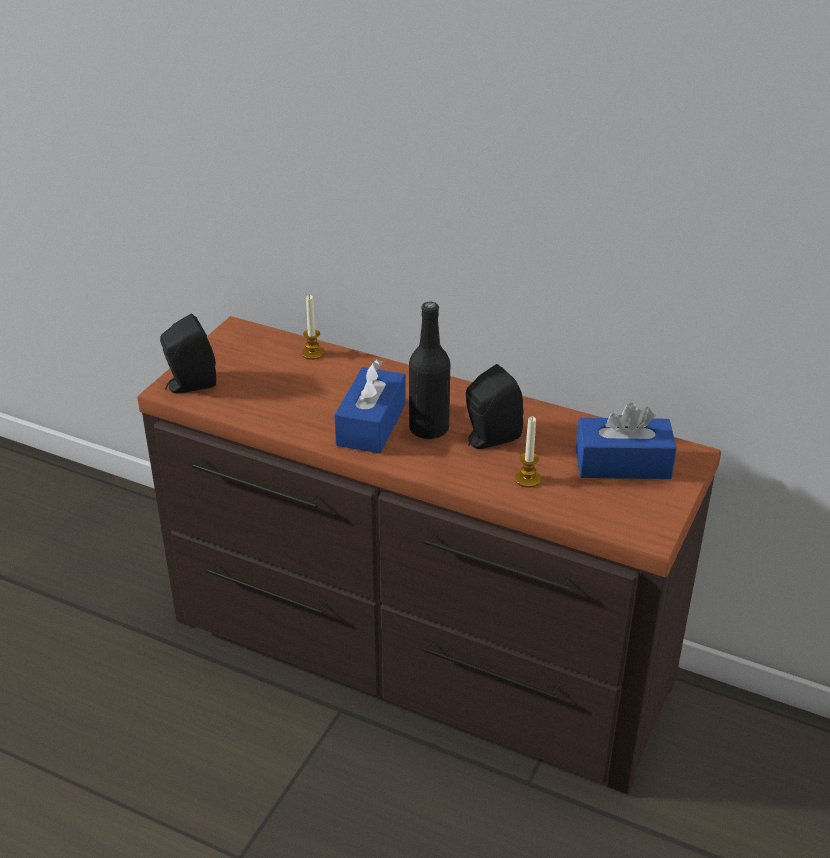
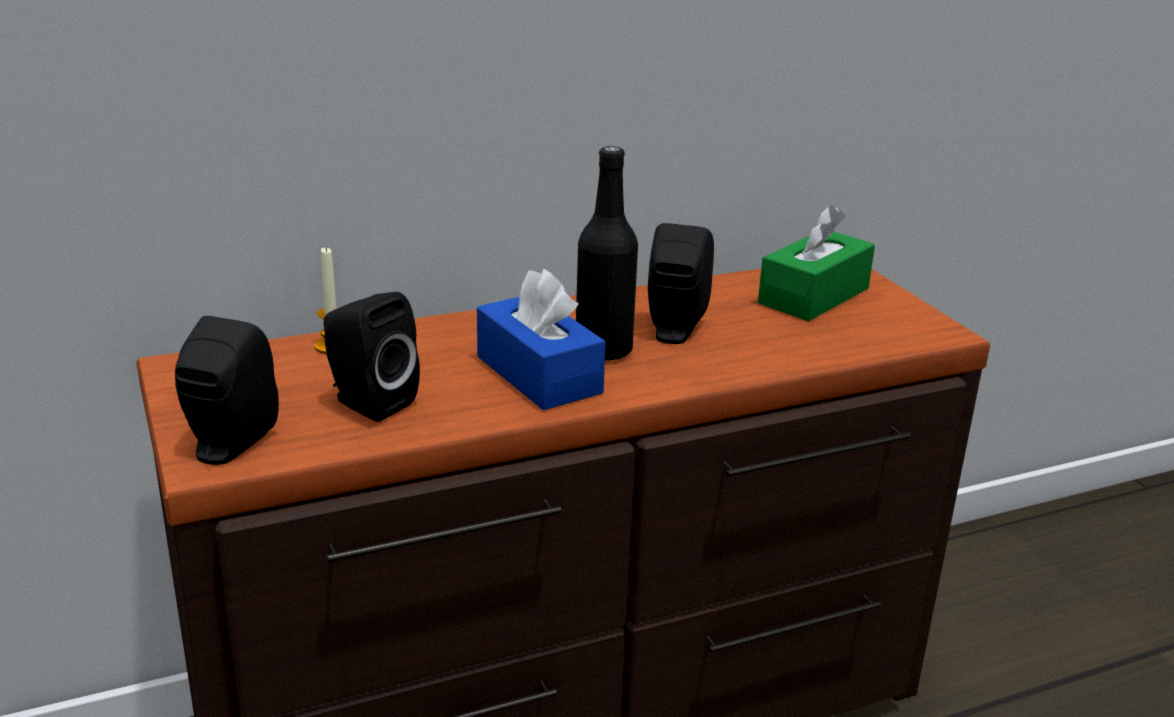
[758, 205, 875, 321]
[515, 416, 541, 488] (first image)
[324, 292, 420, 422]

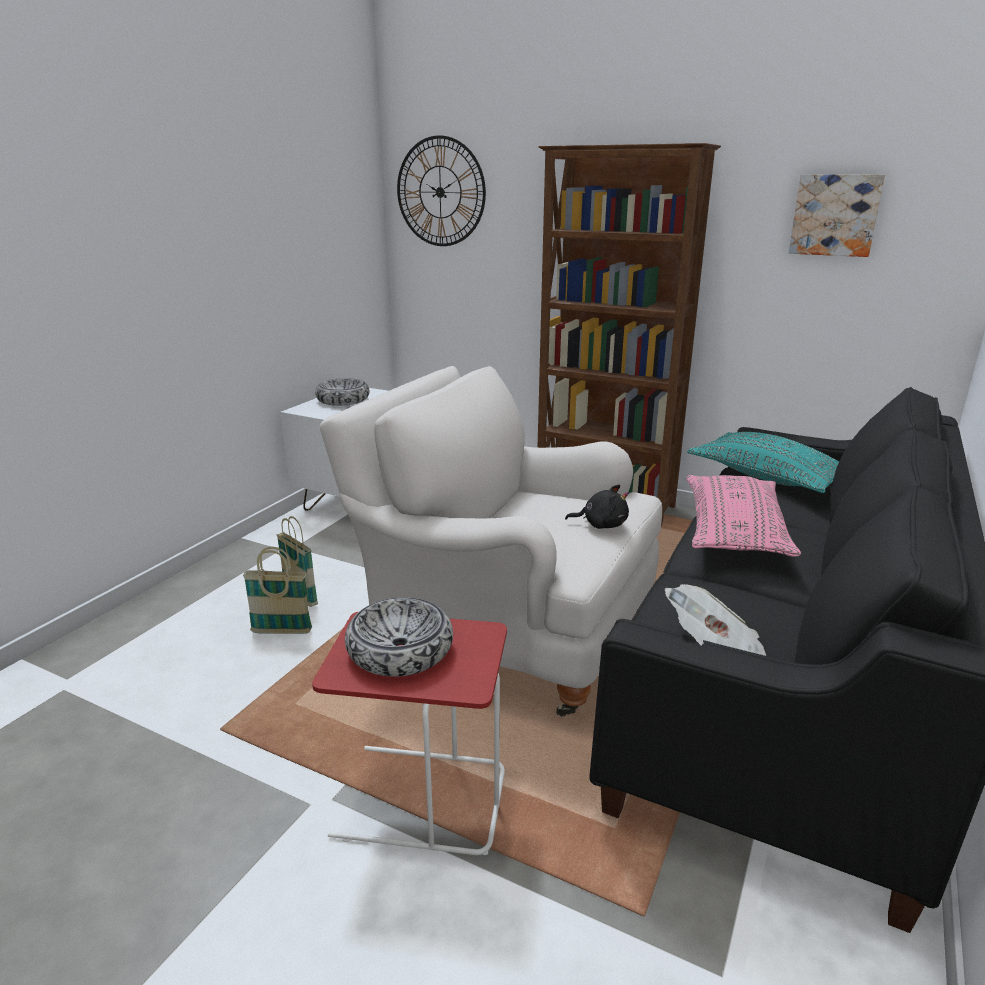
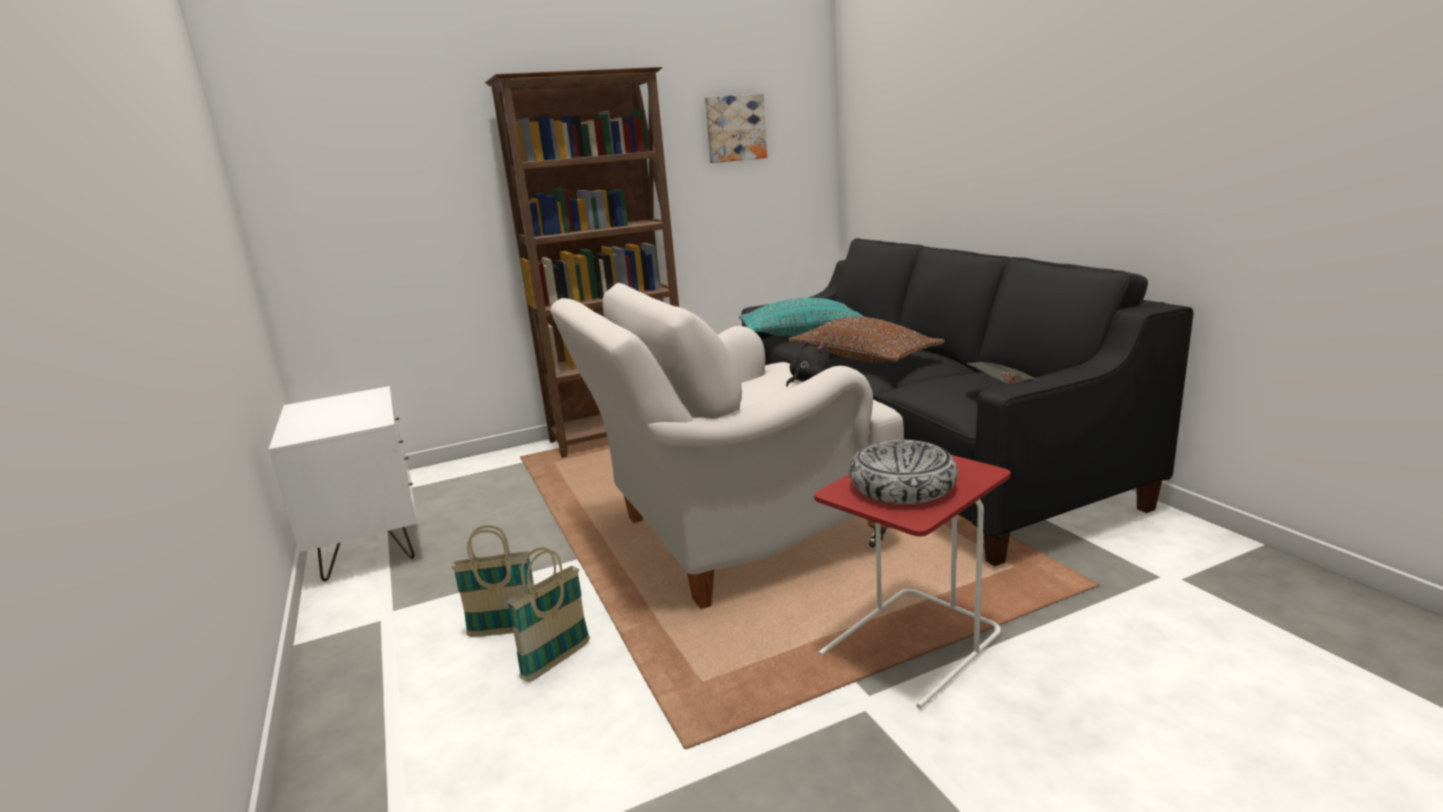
[397, 135, 486, 246] (first image)
[315, 378, 370, 406] (first image)
[788, 317, 945, 363]

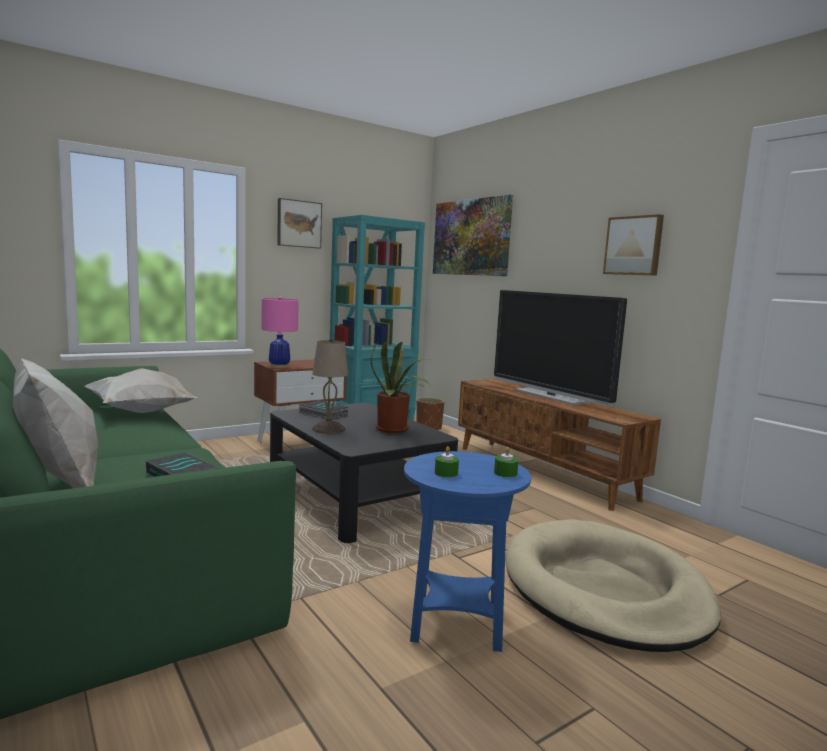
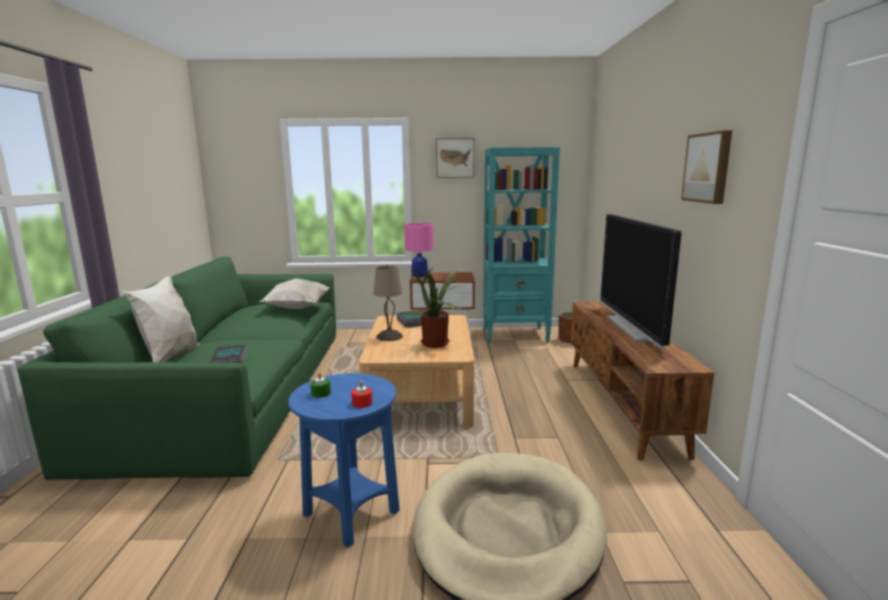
[433, 195, 513, 276] (first image)
[359, 315, 474, 428]
[352, 381, 372, 408]

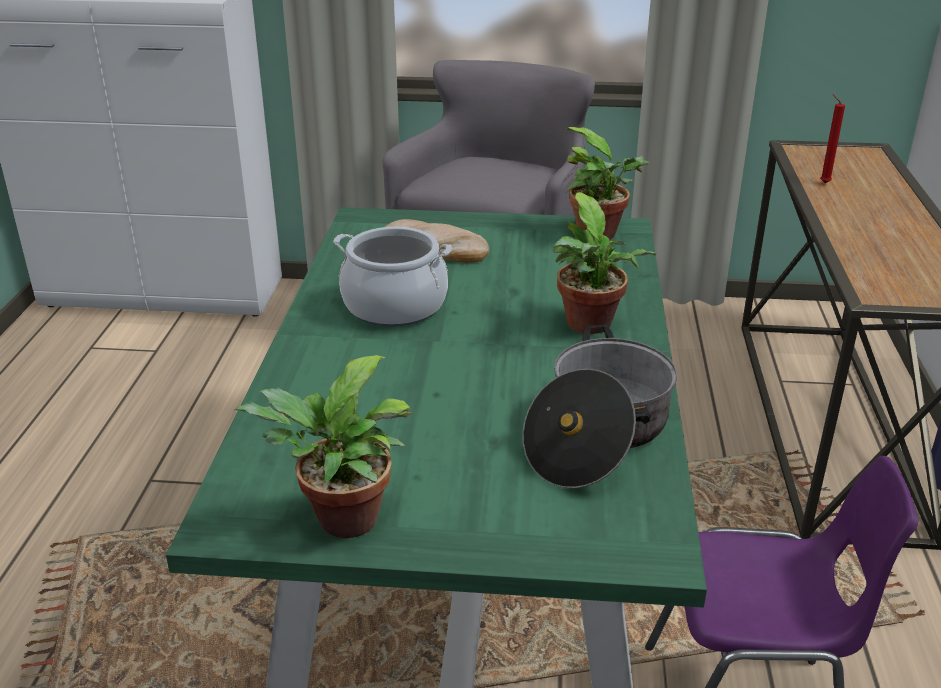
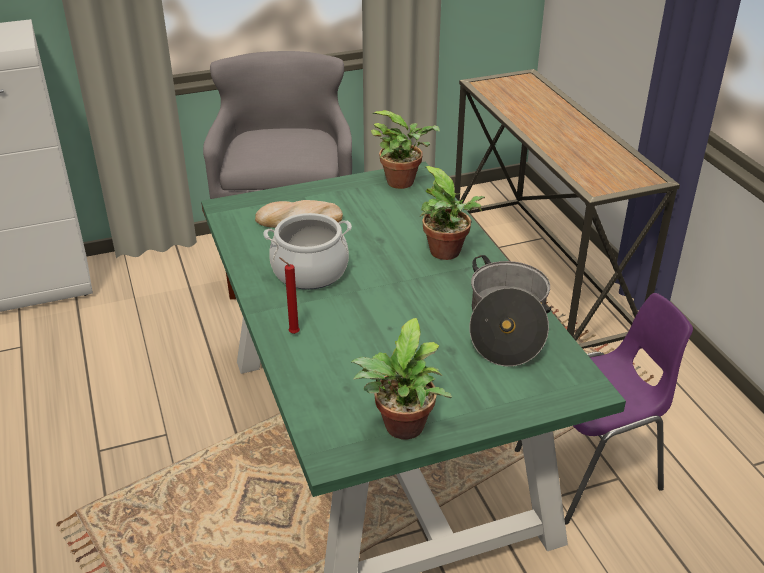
[279, 257, 300, 334]

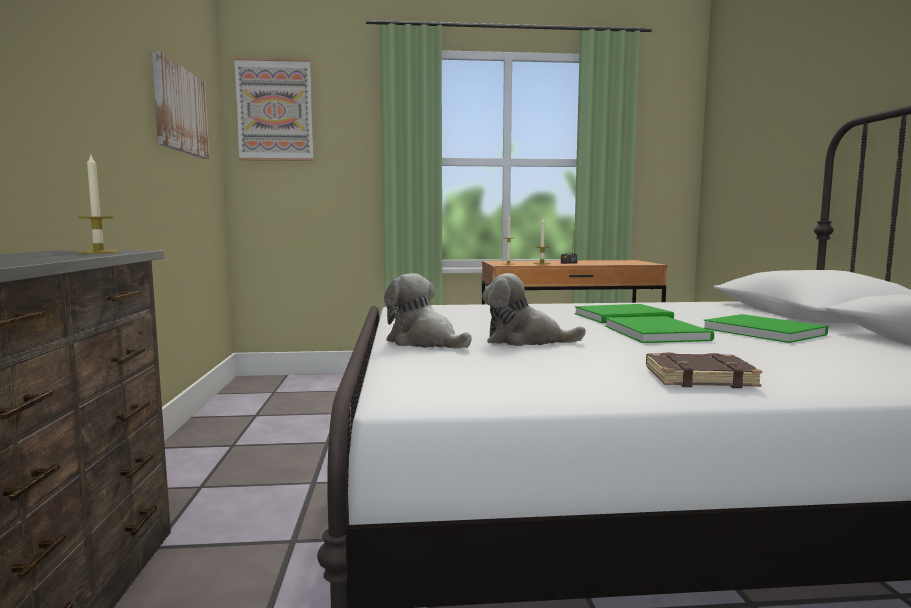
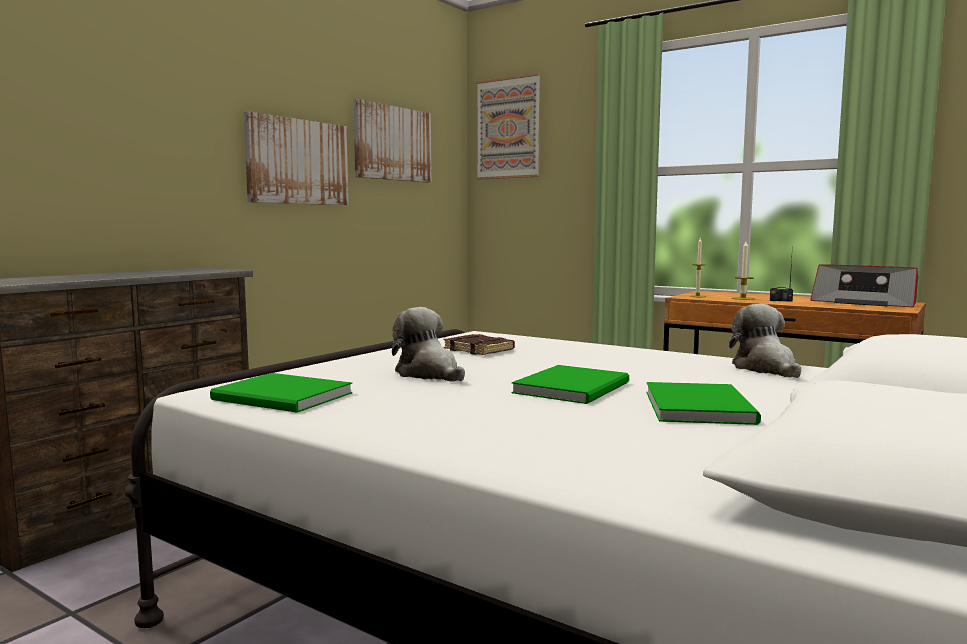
[78, 155, 120, 253] (first image)
[729, 304, 801, 378]
[210, 373, 352, 413]
[443, 334, 515, 355]
[244, 111, 349, 205]
[810, 264, 918, 308]

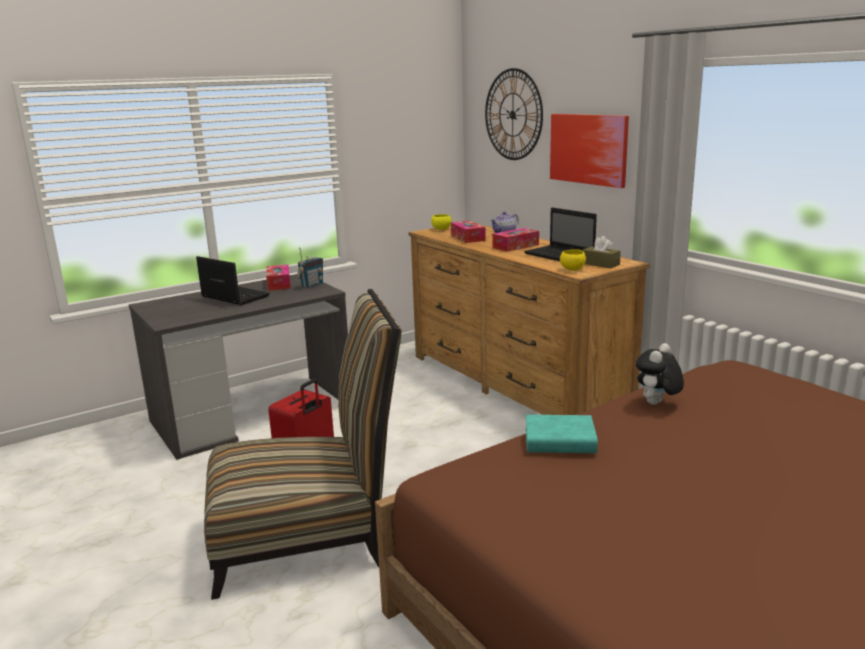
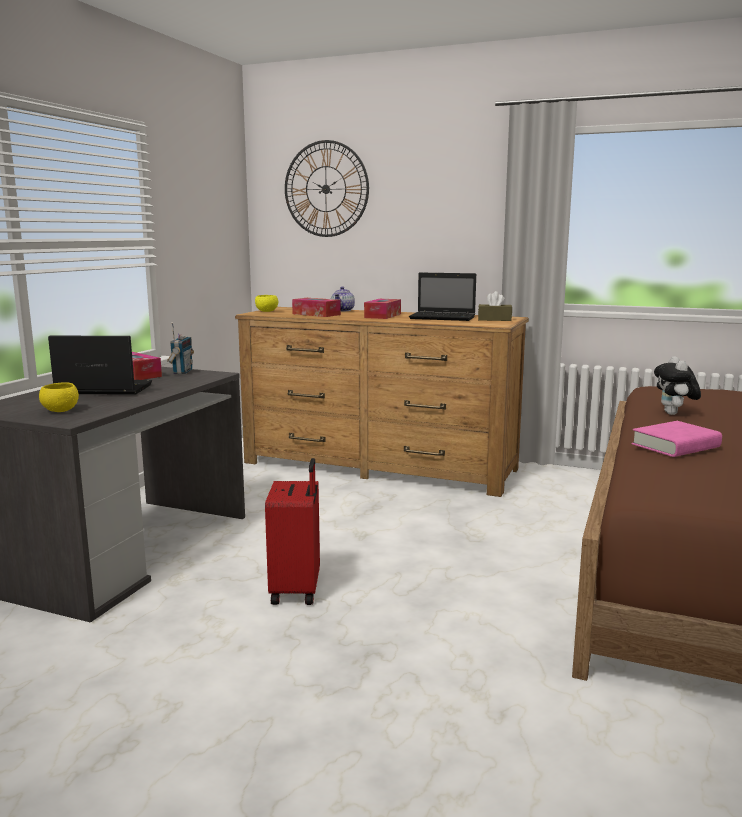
[550, 114, 629, 188] (first image)
[39, 382, 79, 412]
[204, 289, 402, 600] (first image)
[632, 421, 722, 457]

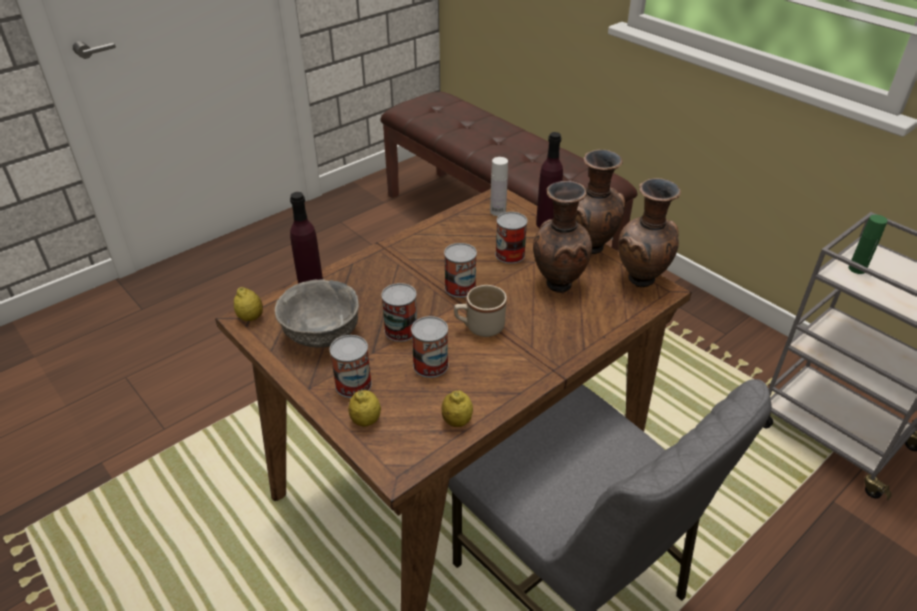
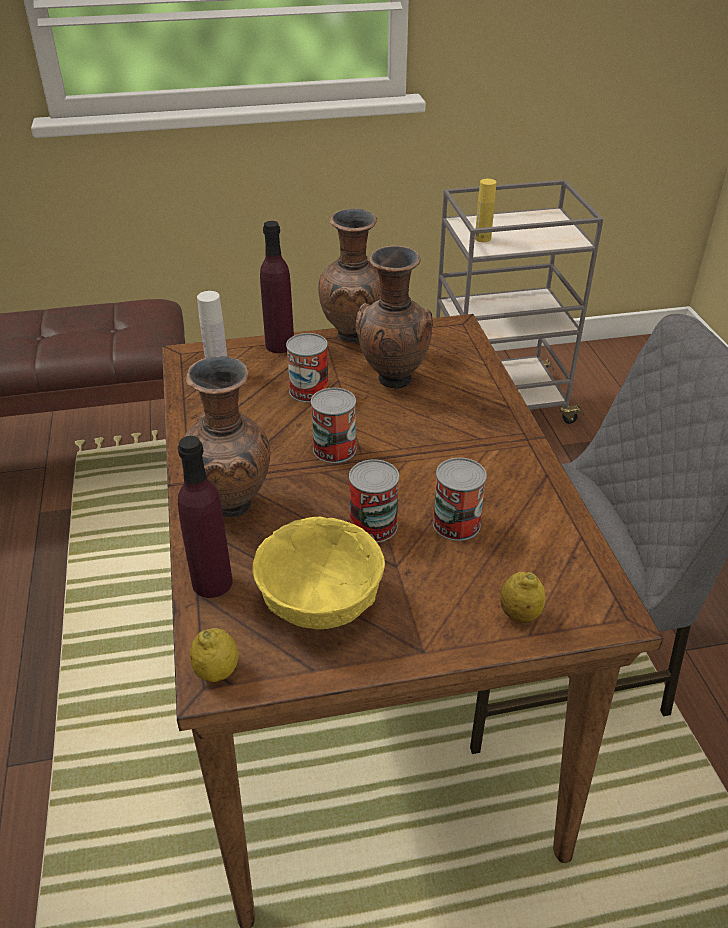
[181, 356, 270, 518]
[475, 179, 496, 242]
[252, 517, 385, 630]
[454, 285, 507, 337] (first image)
[330, 335, 372, 398] (first image)
[441, 390, 473, 427] (first image)

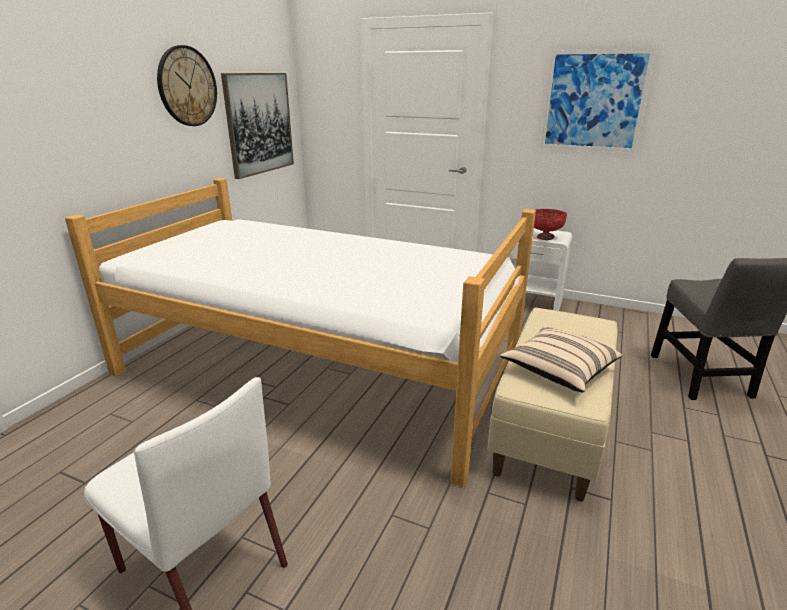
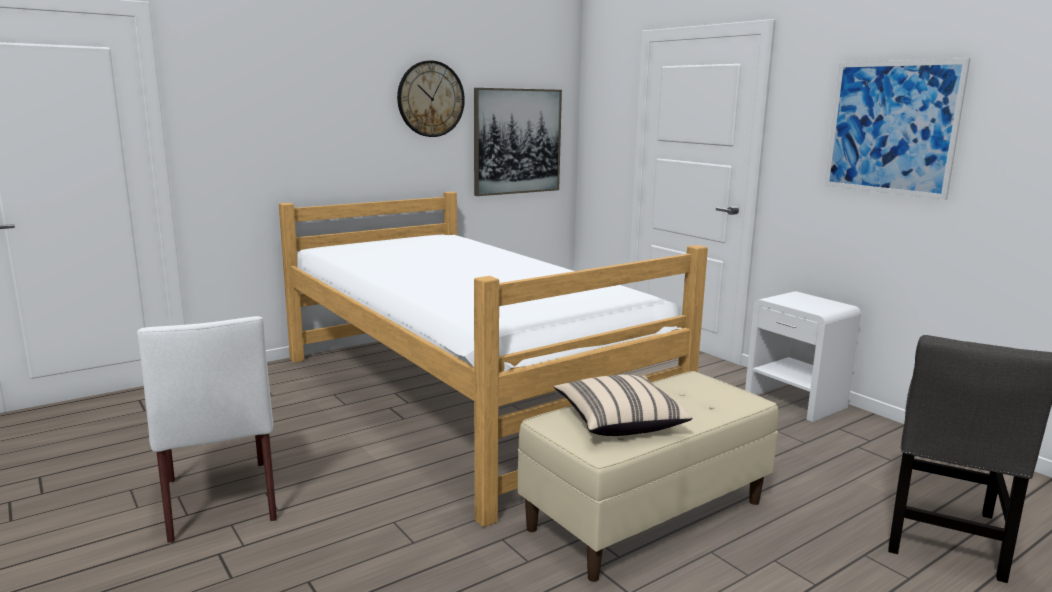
[534, 209, 567, 240] (first image)

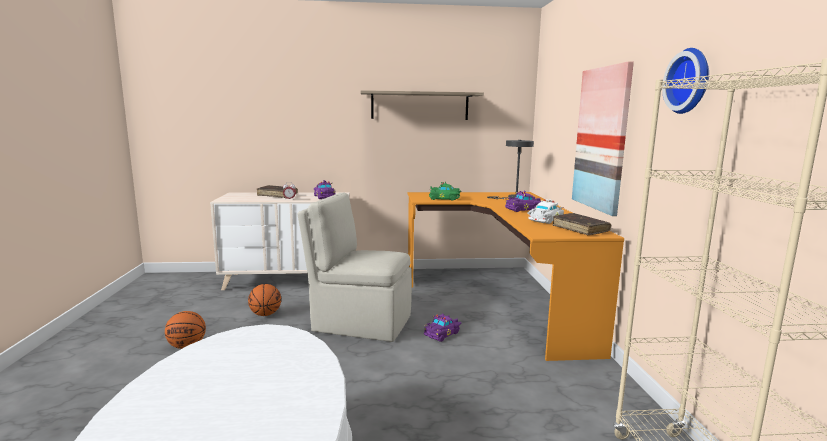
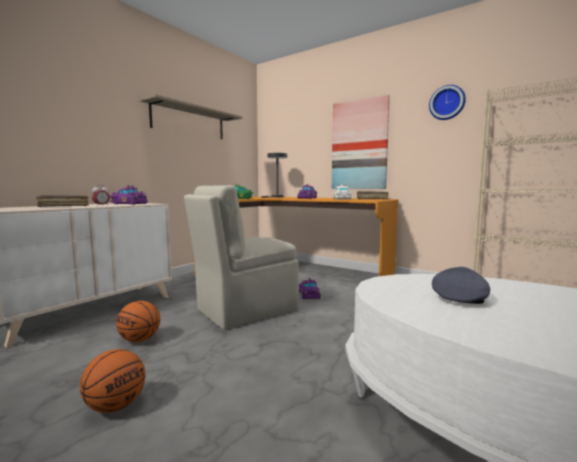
[432, 267, 490, 304]

